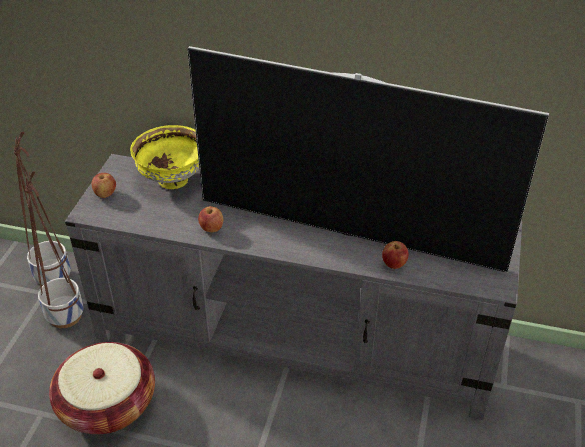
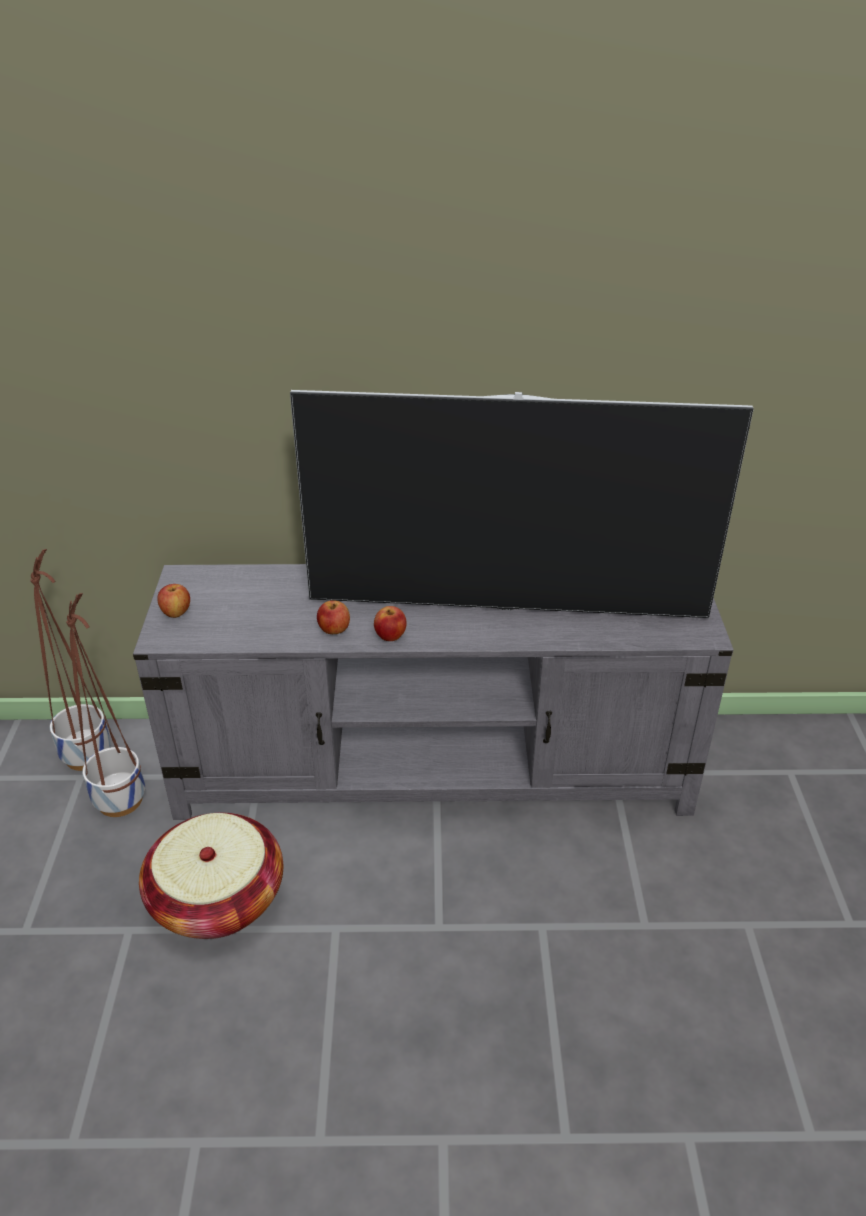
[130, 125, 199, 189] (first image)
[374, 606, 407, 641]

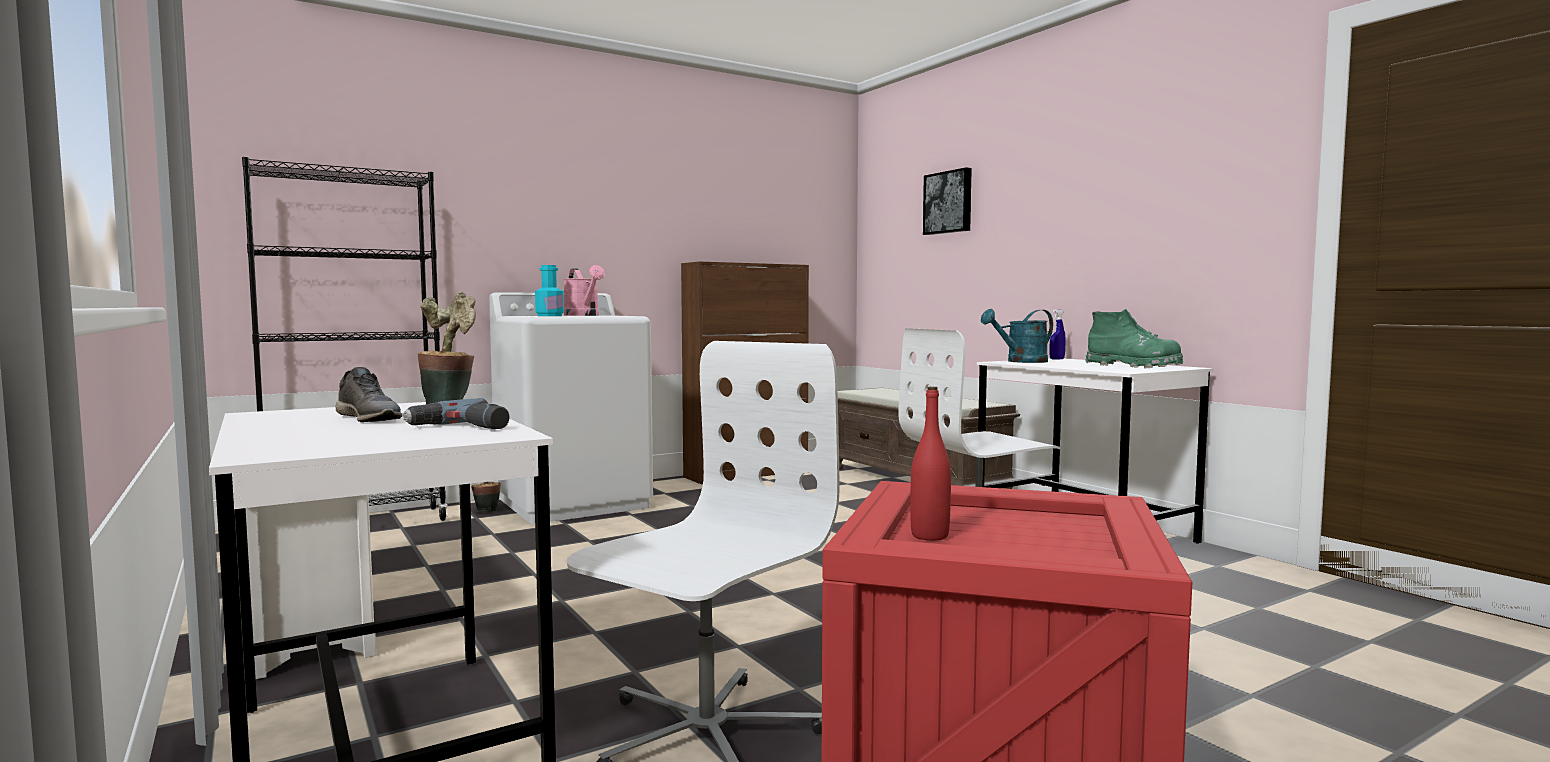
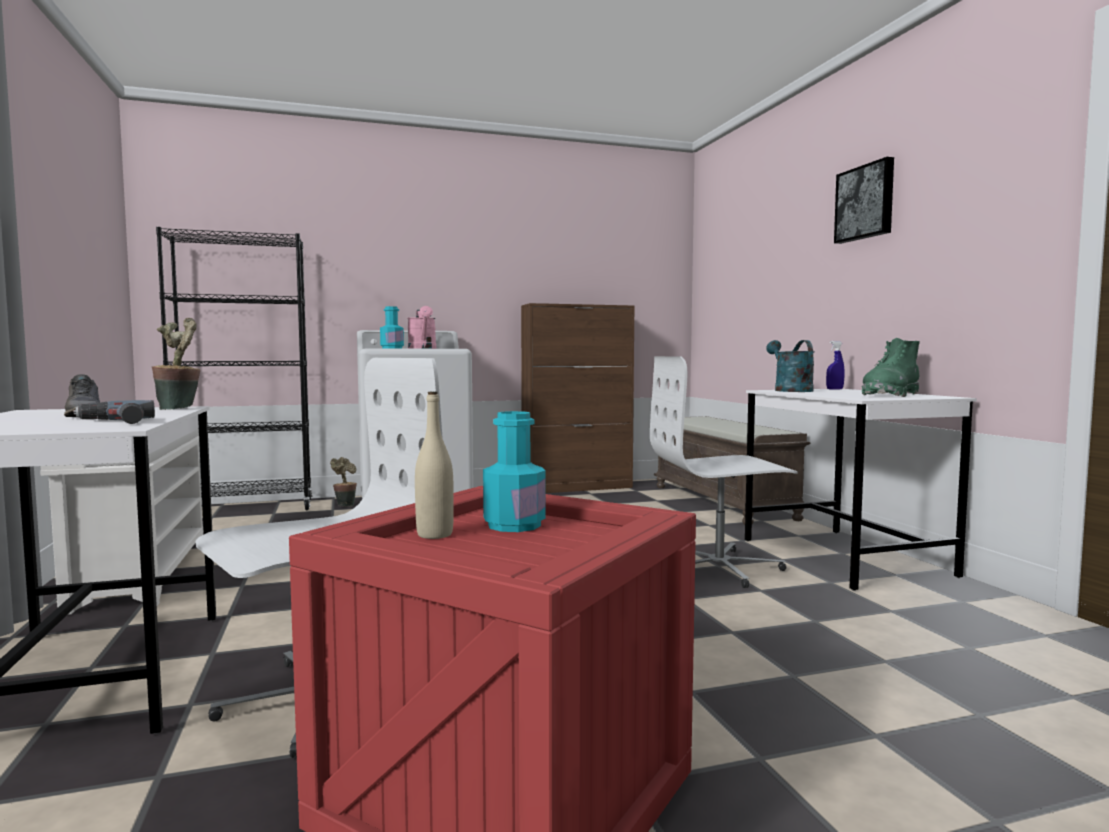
[834, 157, 894, 244]
[766, 340, 815, 392]
[862, 338, 920, 397]
[415, 392, 454, 539]
[483, 411, 546, 532]

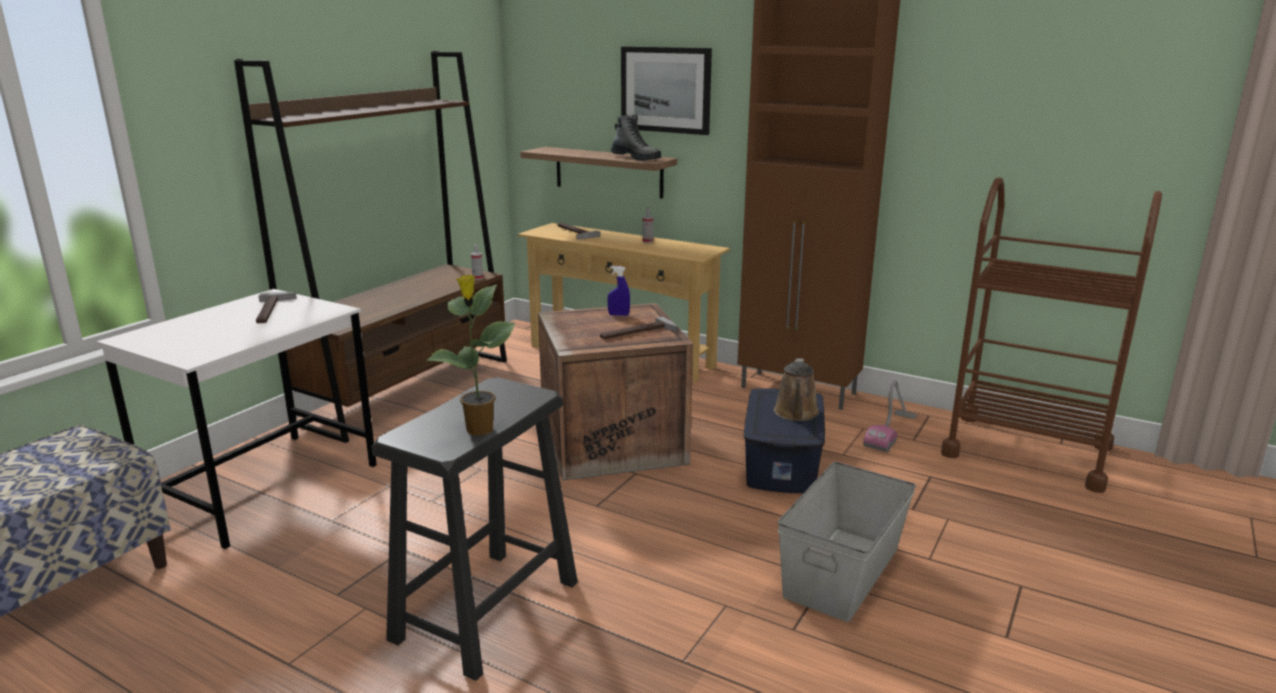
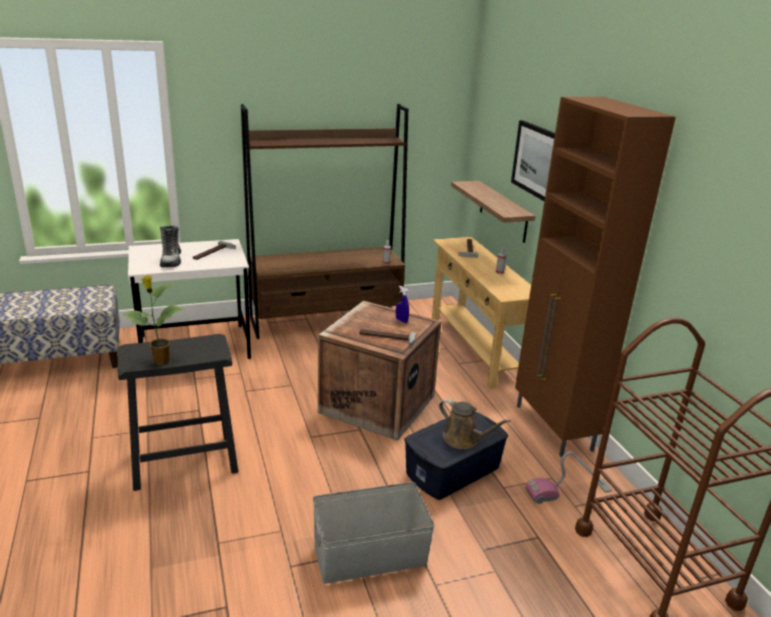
[160, 226, 181, 267]
[439, 399, 511, 449]

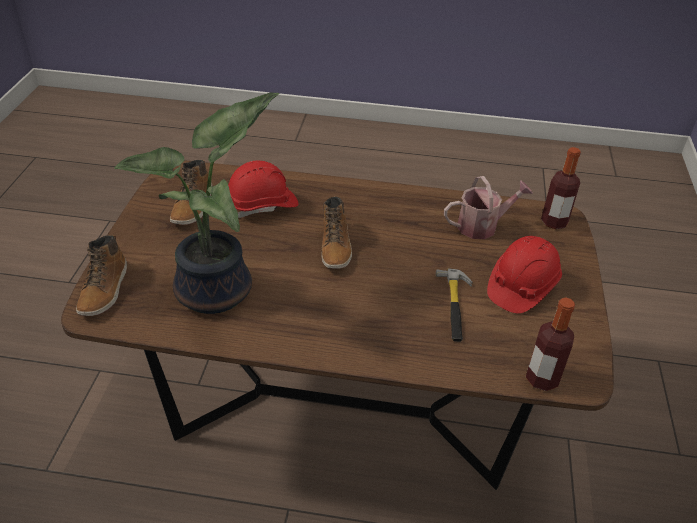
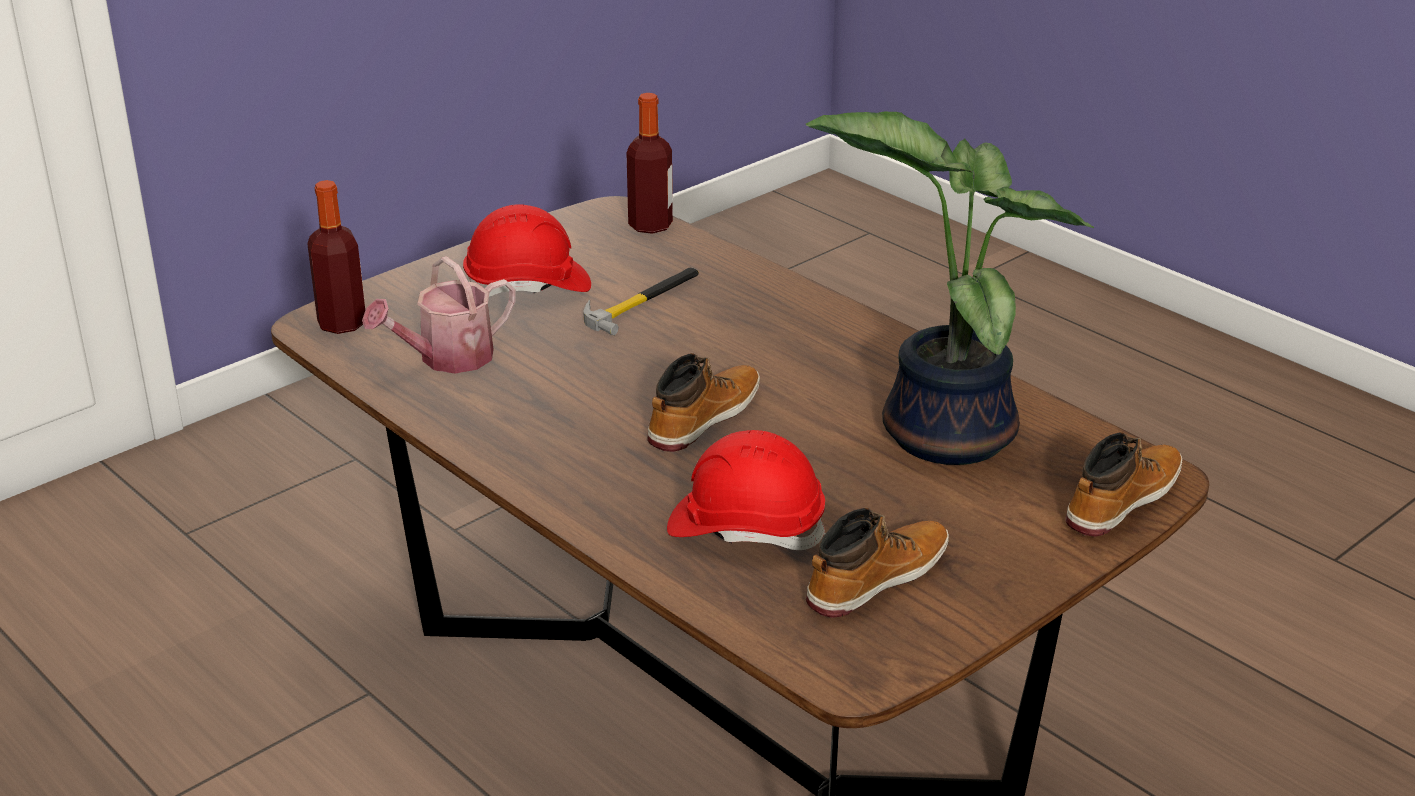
[362, 256, 516, 373]

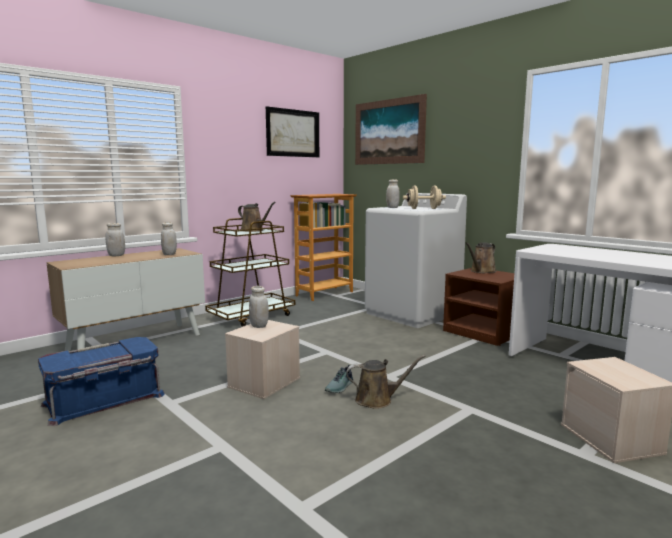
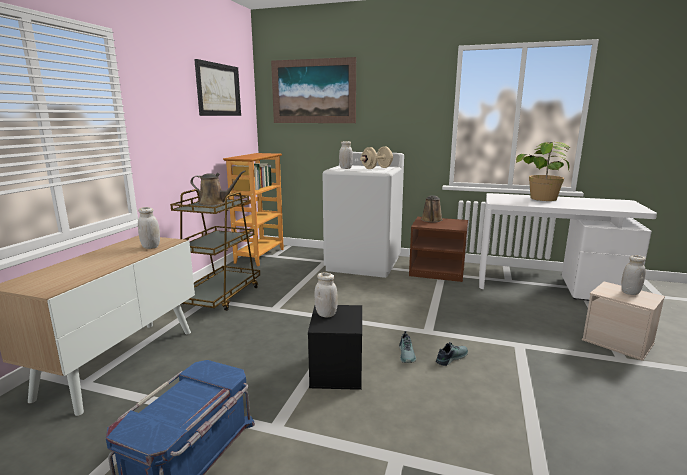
[621, 255, 646, 295]
[308, 305, 362, 390]
[436, 342, 468, 366]
[516, 142, 570, 201]

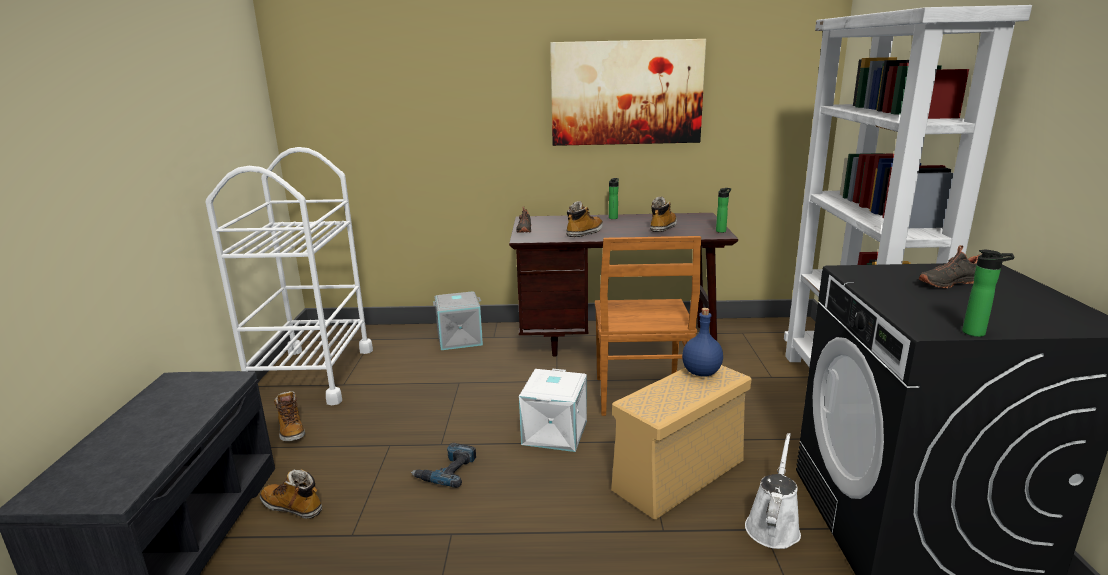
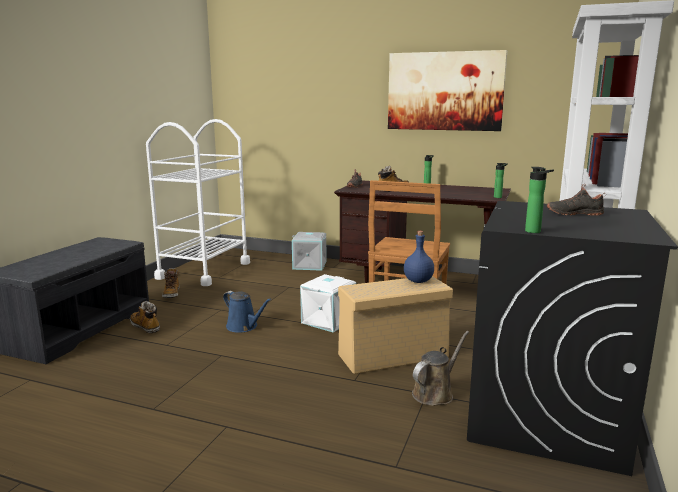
[650, 196, 677, 232] (first image)
[412, 331, 469, 406]
[223, 291, 272, 333]

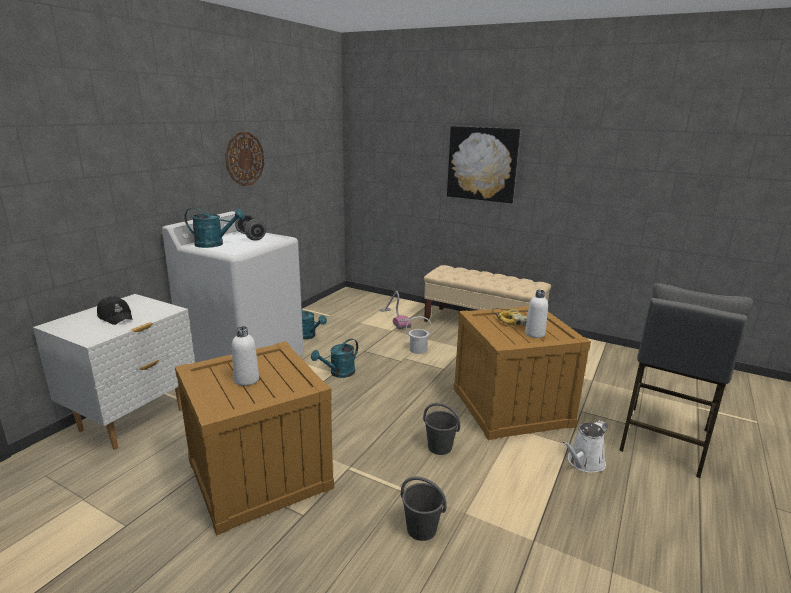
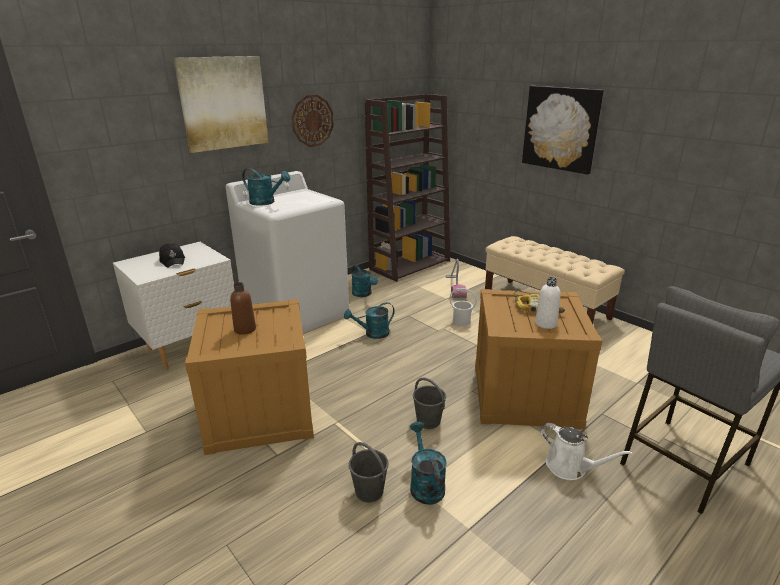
[235, 213, 266, 241] (first image)
[230, 282, 256, 335]
[541, 423, 633, 480]
[173, 56, 269, 153]
[365, 94, 450, 282]
[410, 422, 447, 505]

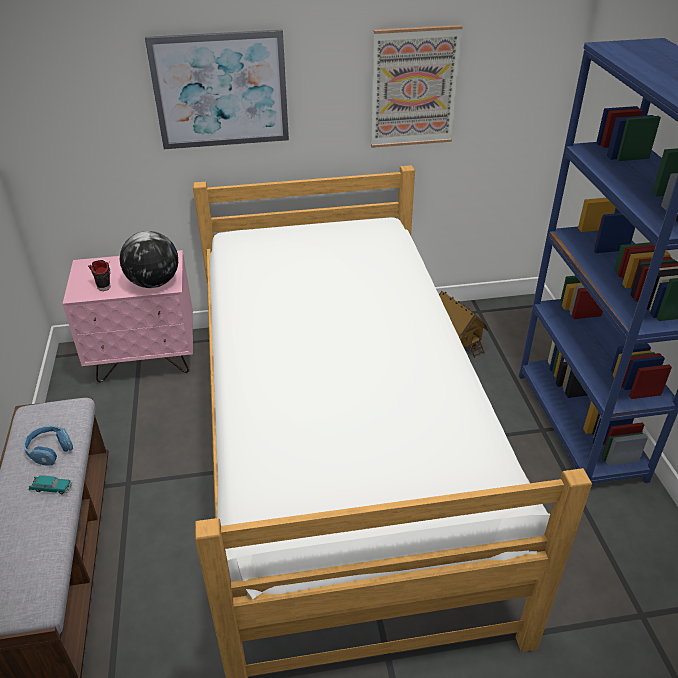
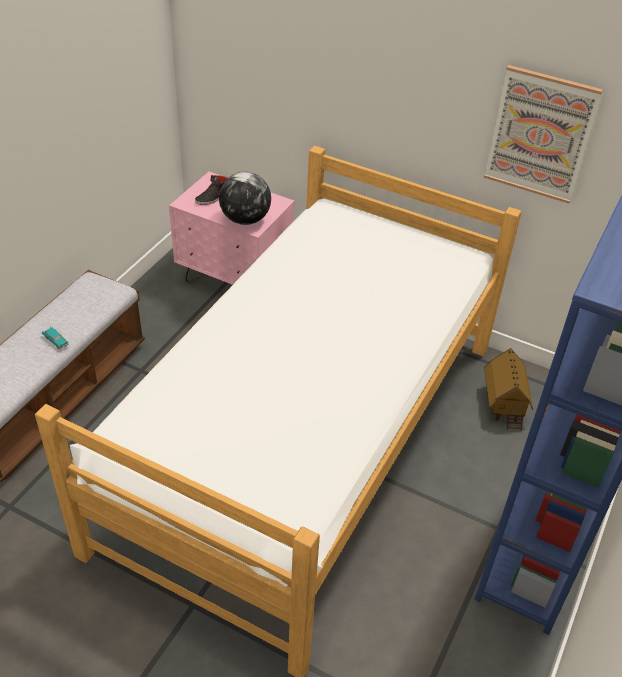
[145, 30, 289, 149] (first image)
[195, 175, 227, 205]
[23, 426, 73, 466] (first image)

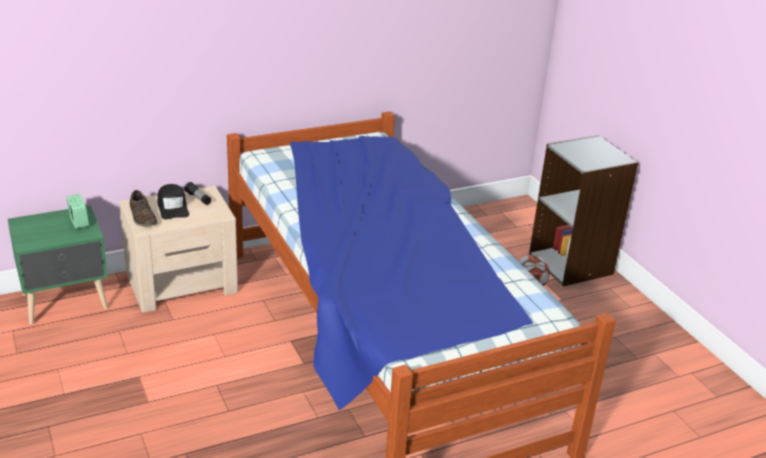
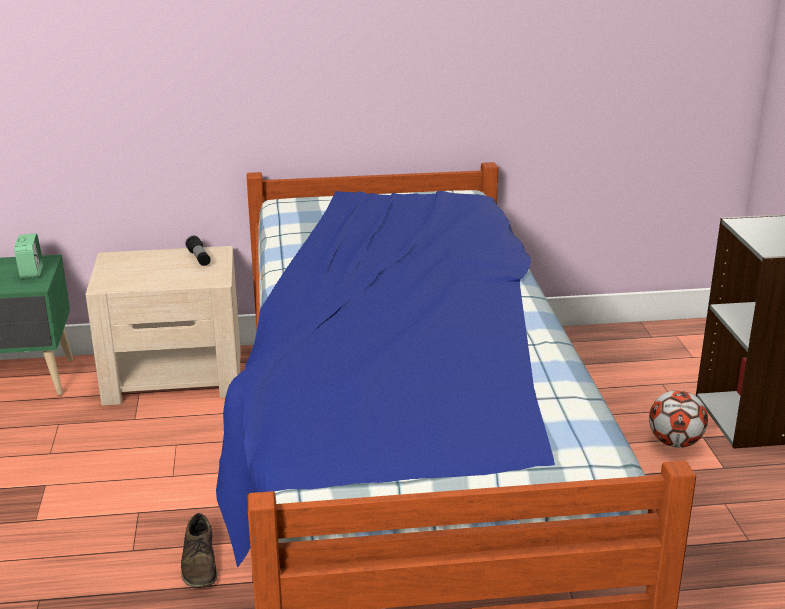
[158, 184, 189, 220] (first image)
[181, 513, 217, 588]

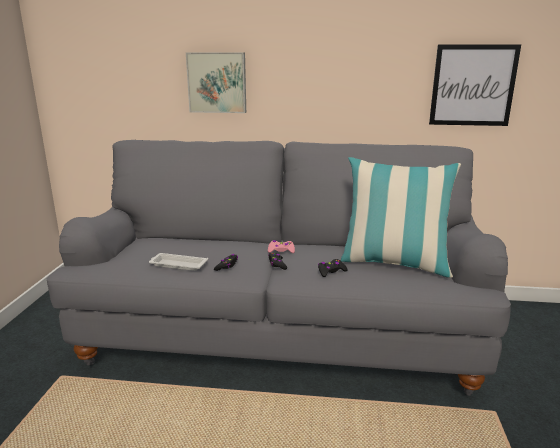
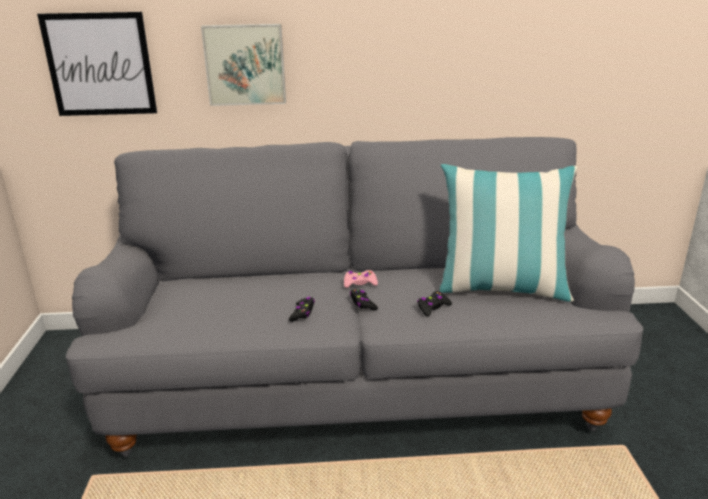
[37, 12, 157, 116]
[149, 253, 208, 271] (first image)

